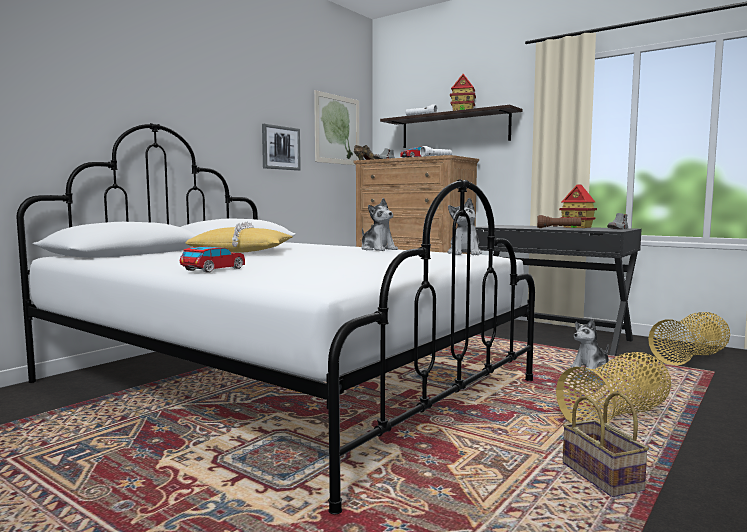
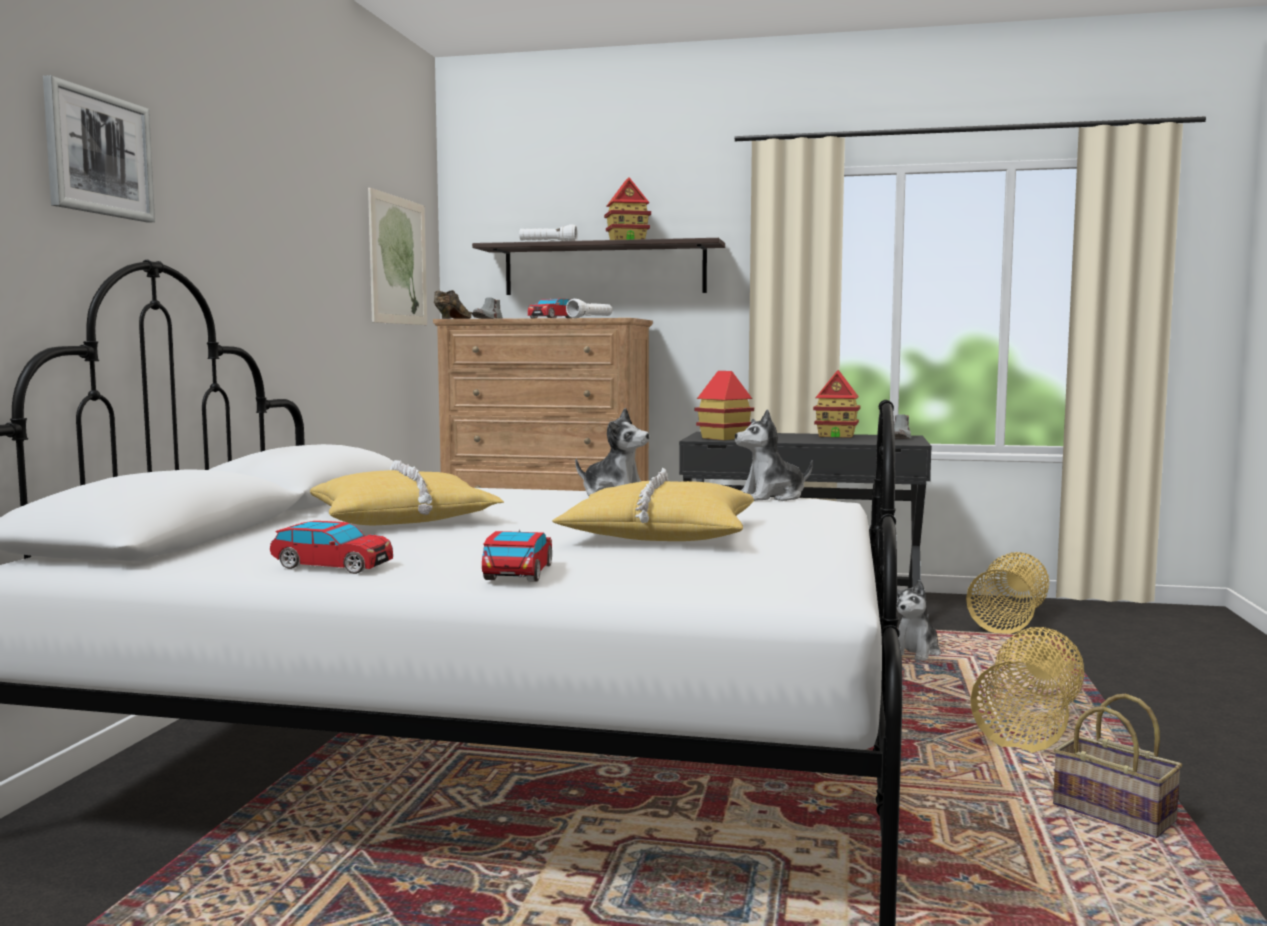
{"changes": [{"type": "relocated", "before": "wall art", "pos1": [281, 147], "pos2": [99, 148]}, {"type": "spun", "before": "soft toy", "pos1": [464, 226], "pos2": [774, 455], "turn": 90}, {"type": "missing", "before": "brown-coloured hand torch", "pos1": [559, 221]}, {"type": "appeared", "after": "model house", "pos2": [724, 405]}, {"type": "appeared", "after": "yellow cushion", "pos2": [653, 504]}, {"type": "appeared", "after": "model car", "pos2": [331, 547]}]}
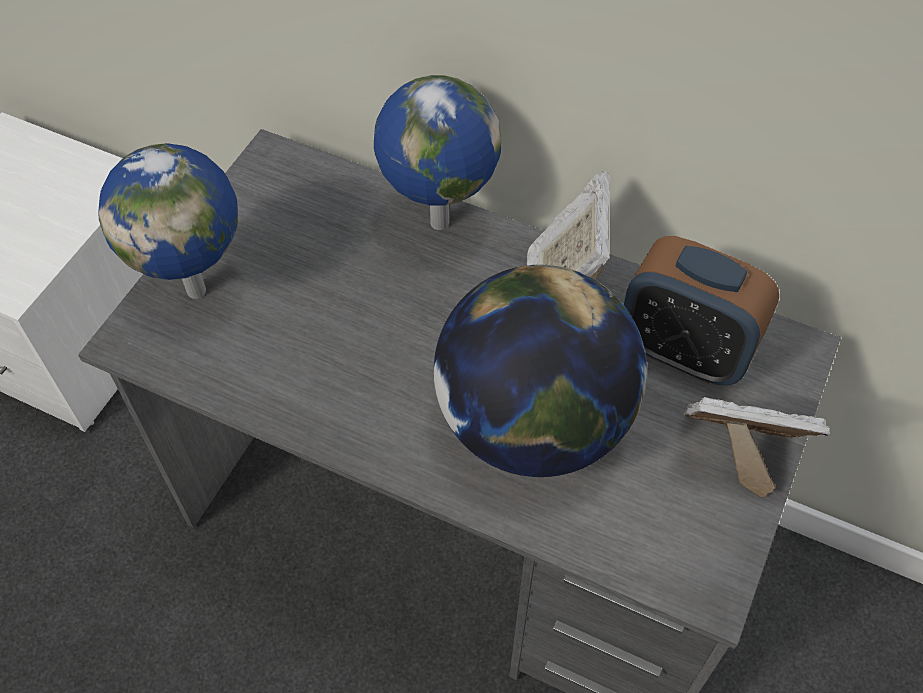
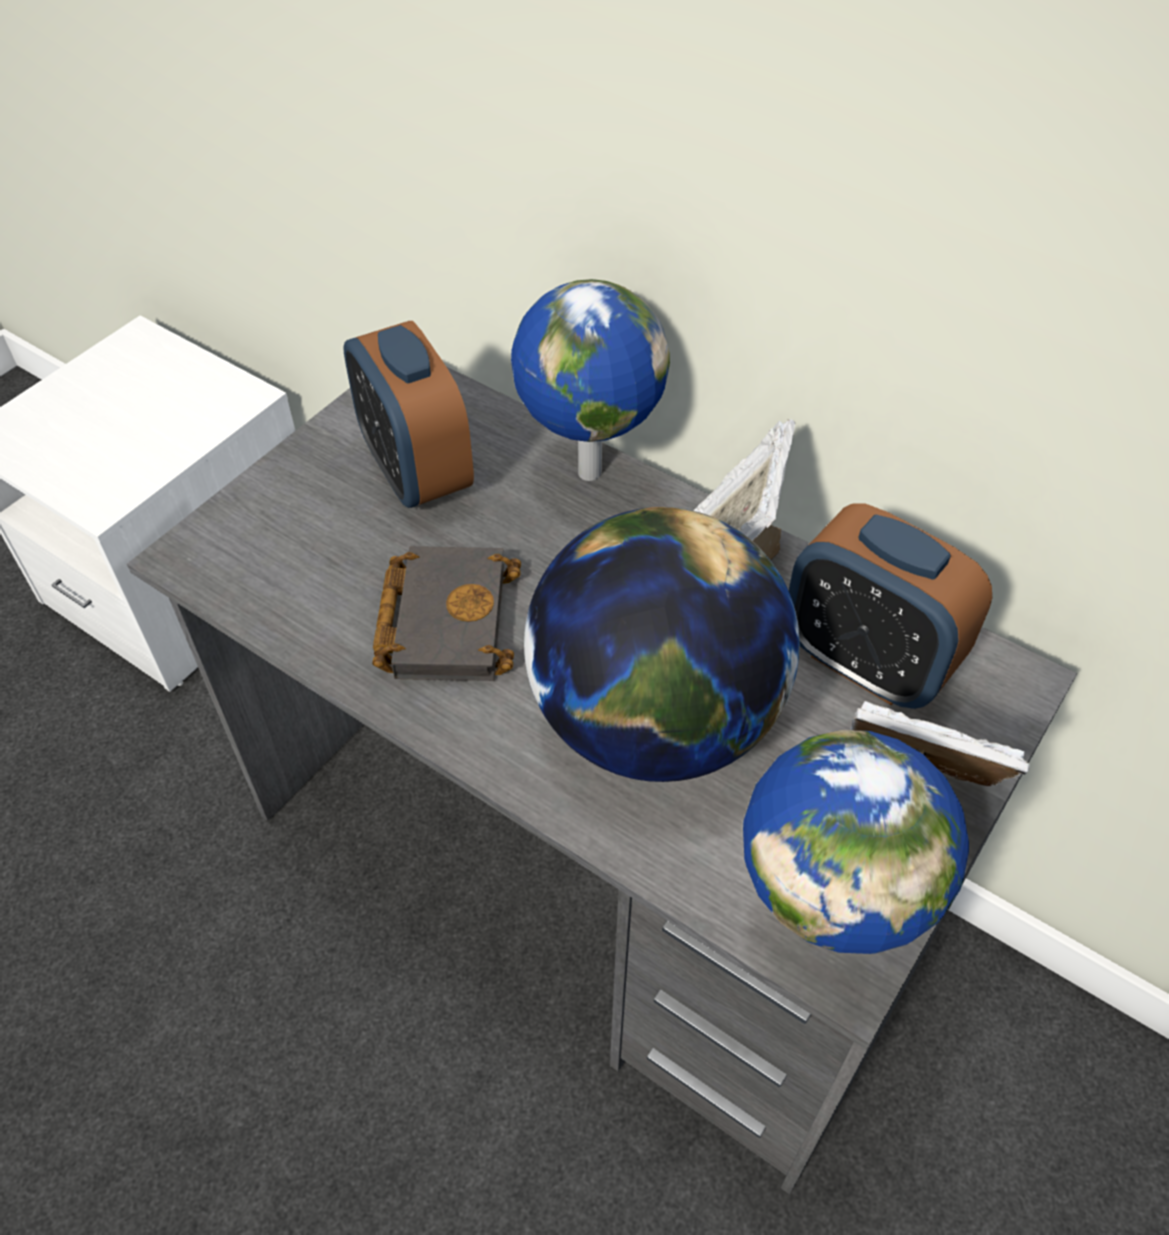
{"changes": [{"type": "relocated", "before": "desk globe", "pos1": [168, 221], "pos2": [856, 842]}, {"type": "appeared", "after": "alarm clock", "pos2": [408, 414]}, {"type": "appeared", "after": "black book", "pos2": [446, 613]}]}
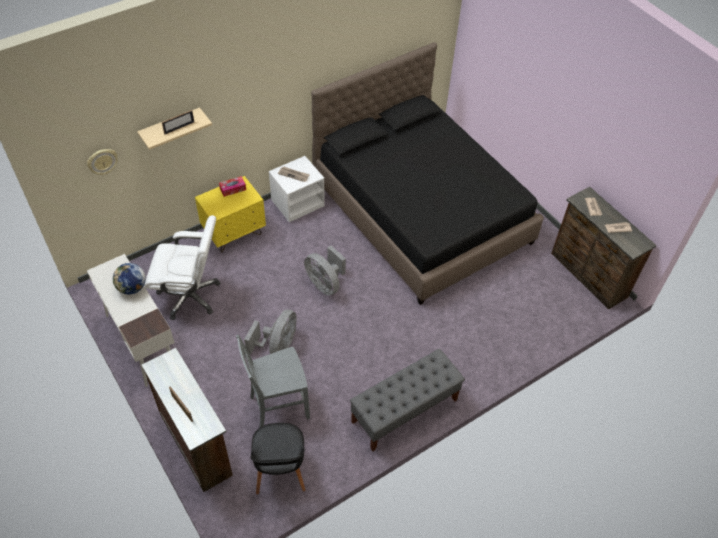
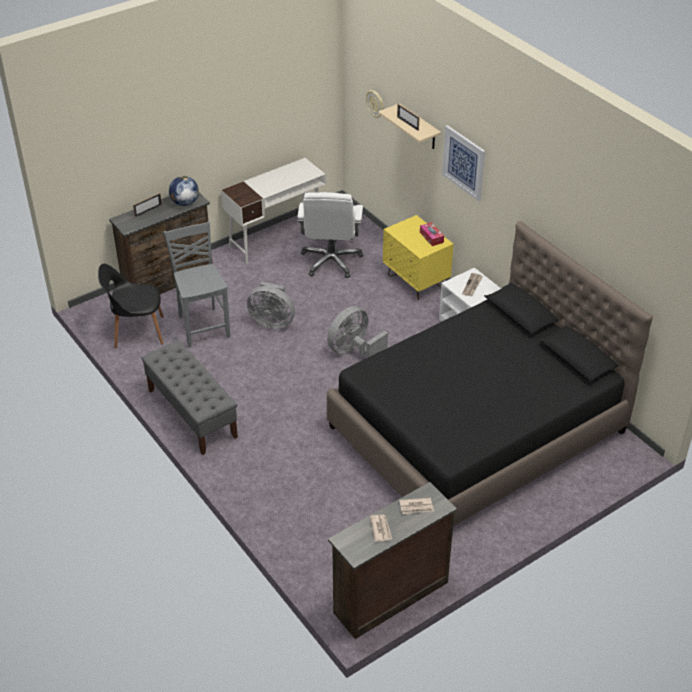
{"changes": [{"type": "relocated", "before": "desk globe", "pos1": [129, 278], "pos2": [184, 191]}, {"type": "appeared", "after": "wall art", "pos2": [463, 163]}]}
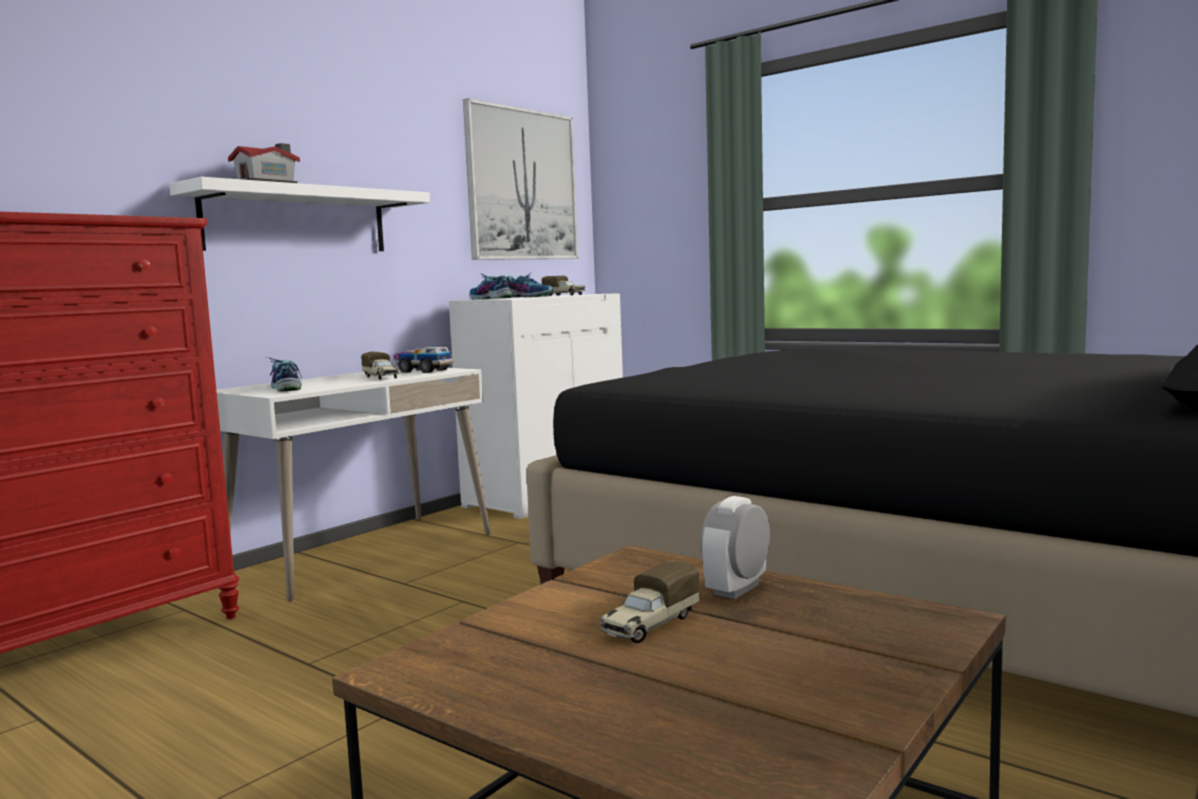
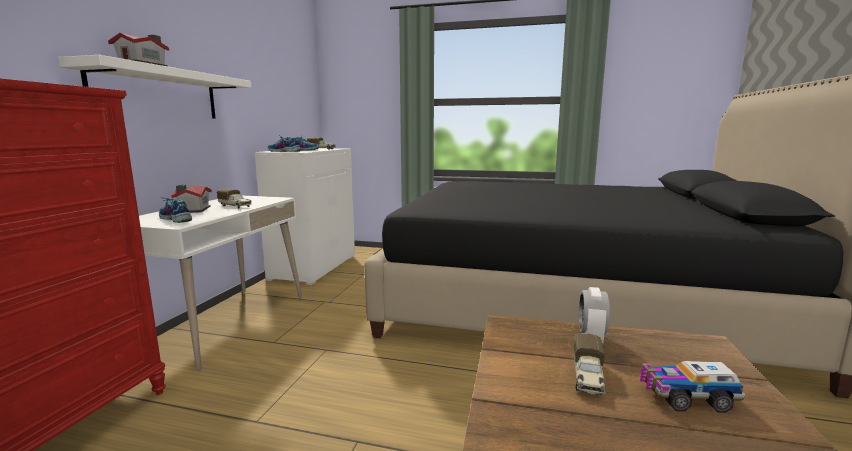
{"changes": [{"type": "missing", "before": "wall art", "pos1": [520, 179]}, {"type": "relocated", "before": "toy lorry", "pos1": [423, 360], "pos2": [692, 387]}, {"type": "appeared", "after": "model house", "pos2": [191, 199]}]}
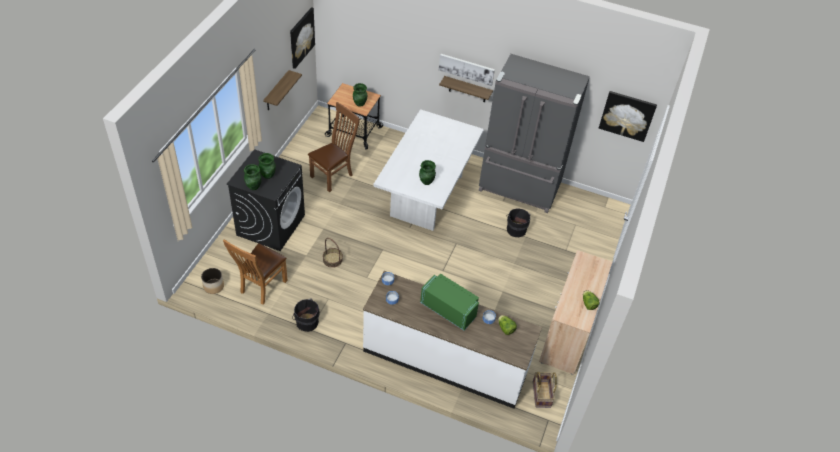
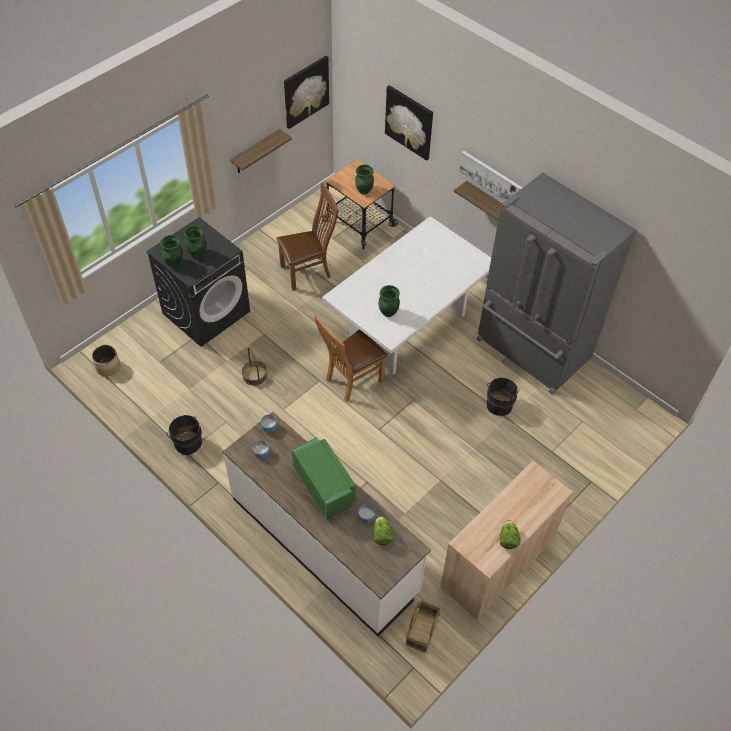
{"changes": [{"type": "relocated", "before": "wall art", "pos1": [628, 116], "pos2": [409, 123]}, {"type": "relocated", "before": "brown-coloured chair", "pos1": [255, 272], "pos2": [350, 358]}]}
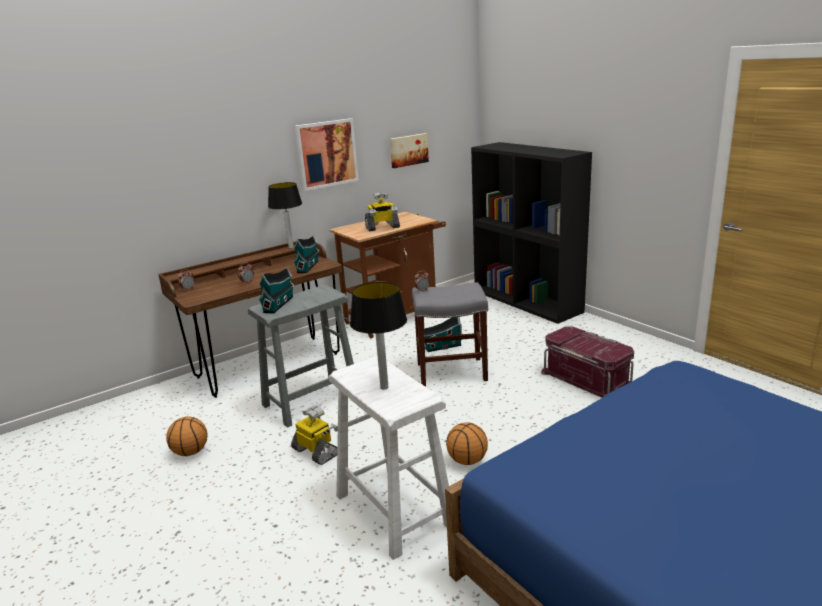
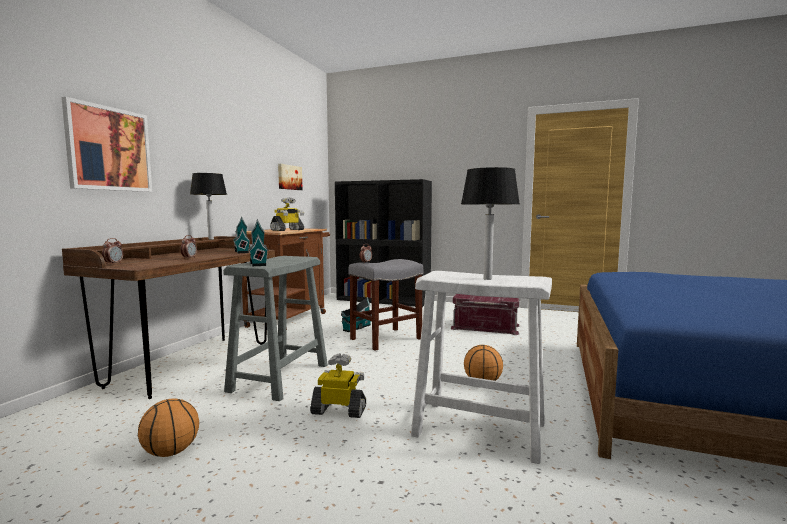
{"changes": [{"type": "relocated", "before": "wall art", "pos1": [327, 154], "pos2": [106, 144]}]}
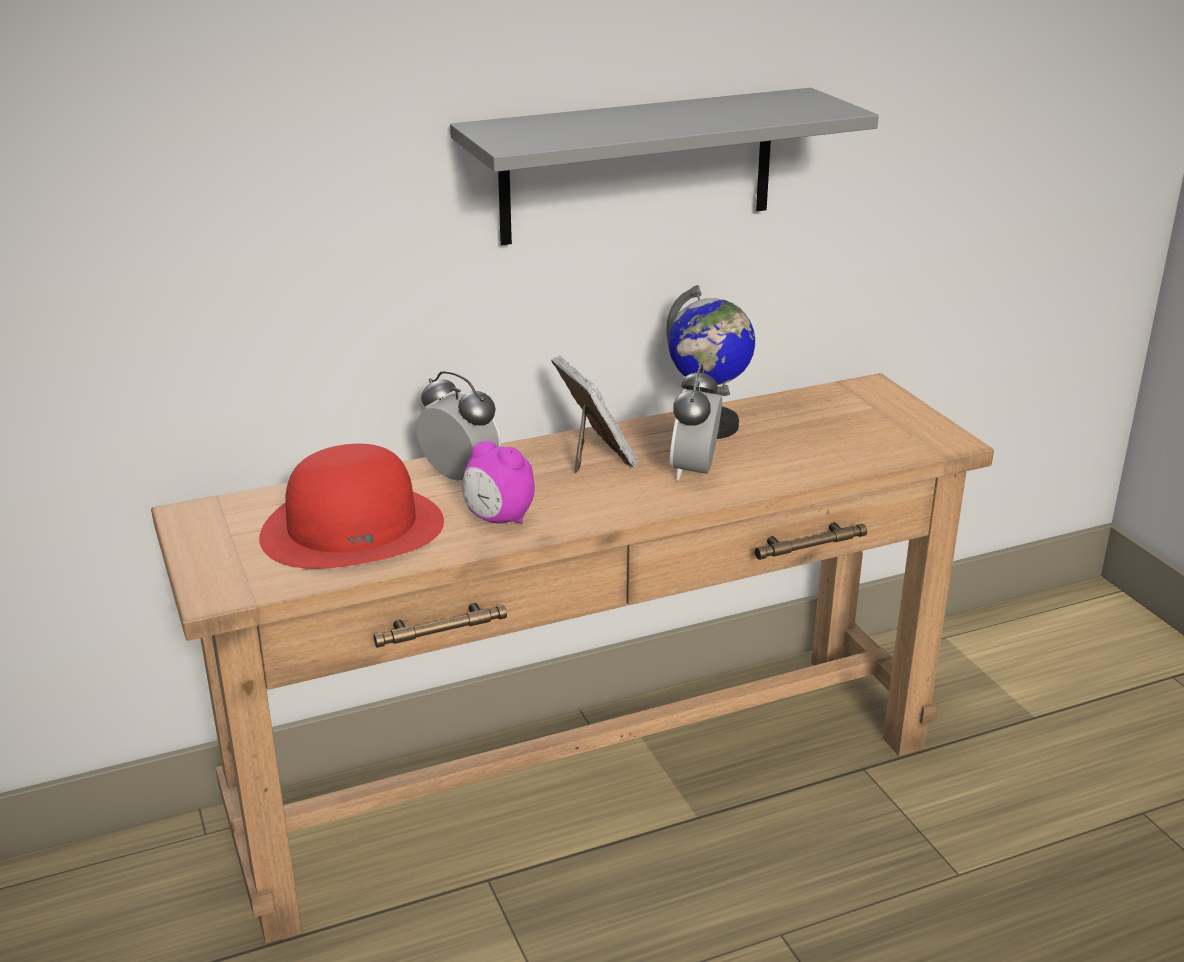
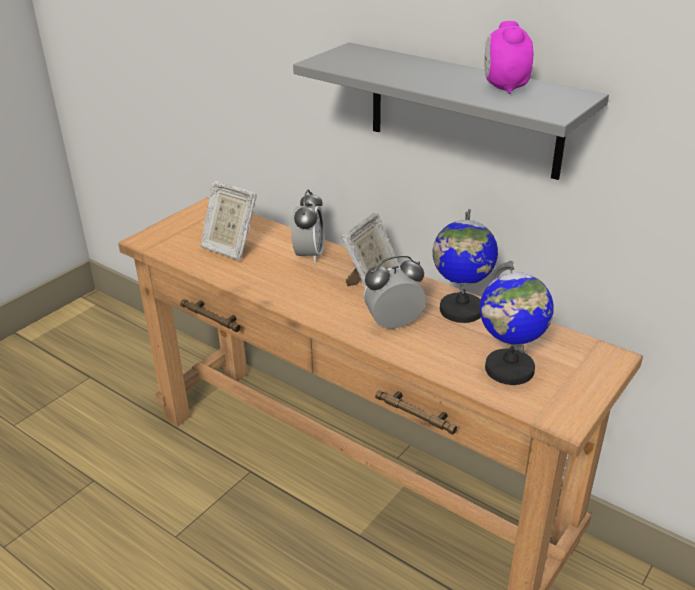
{"changes": [{"type": "relocated", "before": "alarm clock", "pos1": [498, 482], "pos2": [508, 57]}, {"type": "exchanged", "before": "red hat", "after": "standing frame", "pos1": [351, 506], "pos2": [229, 220]}, {"type": "appeared", "after": "desk globe", "pos2": [517, 323]}]}
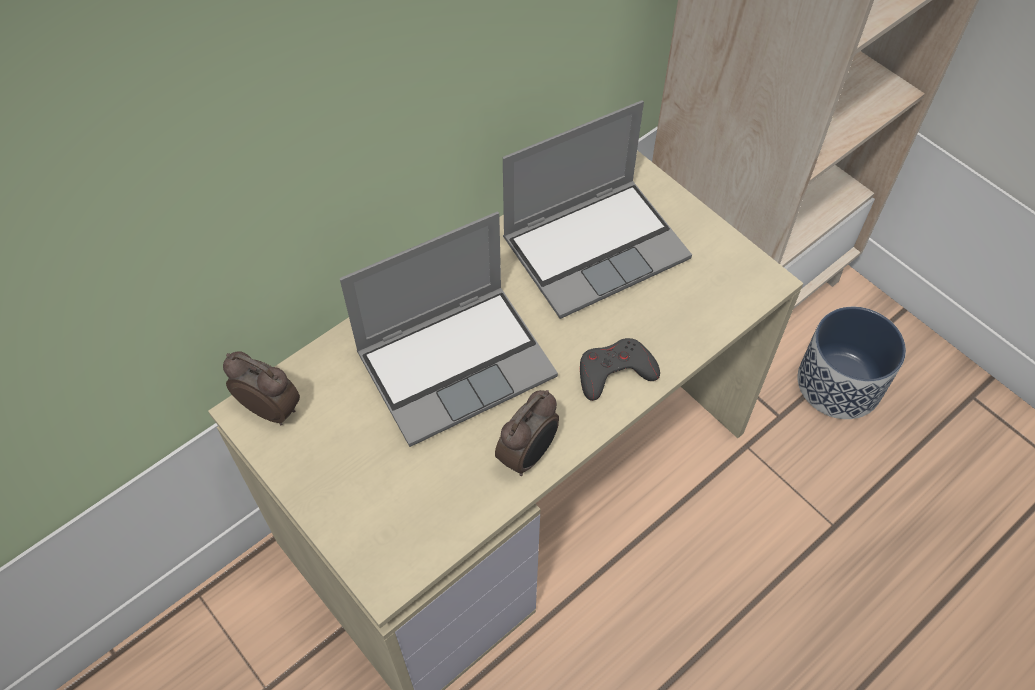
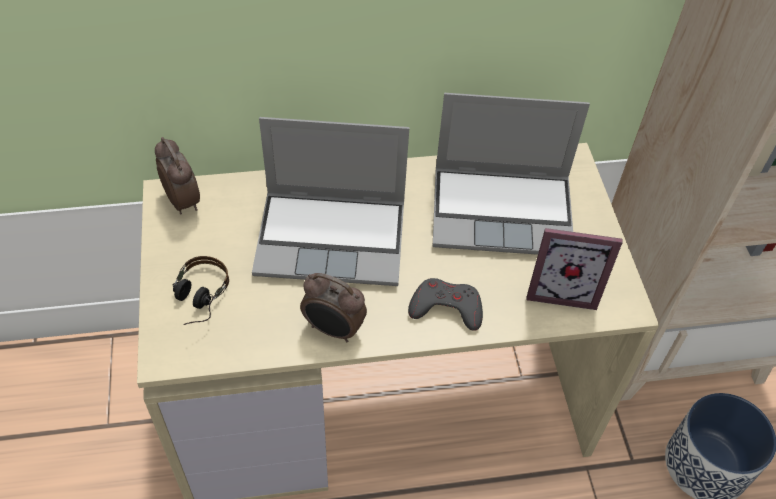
{"changes": [{"type": "spun", "before": "alarm clock", "pos1": [527, 433], "pos2": [333, 307], "turn": 45}, {"type": "appeared", "after": "standing frame", "pos2": [574, 269]}, {"type": "appeared", "after": "headphones", "pos2": [201, 290]}]}
